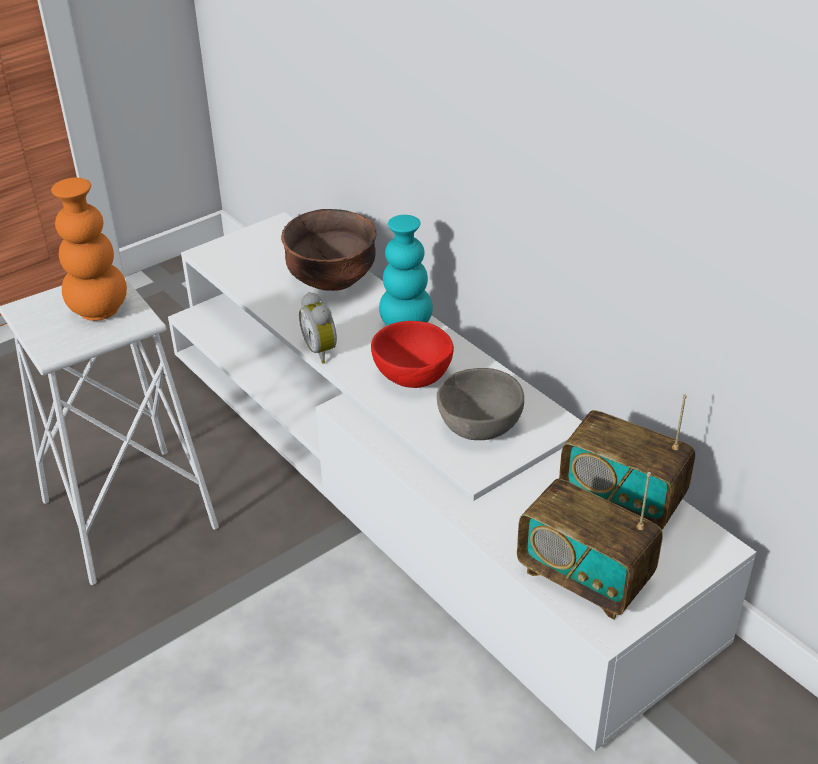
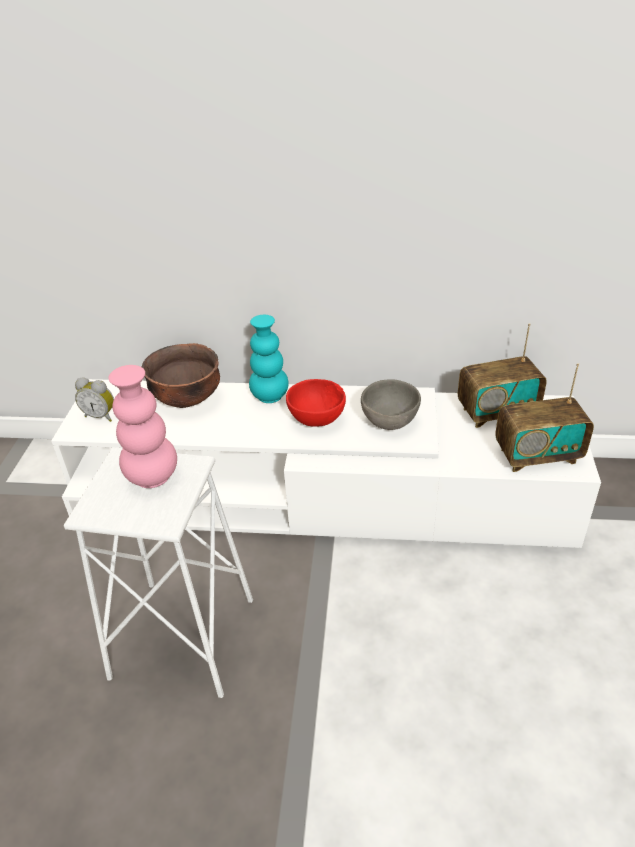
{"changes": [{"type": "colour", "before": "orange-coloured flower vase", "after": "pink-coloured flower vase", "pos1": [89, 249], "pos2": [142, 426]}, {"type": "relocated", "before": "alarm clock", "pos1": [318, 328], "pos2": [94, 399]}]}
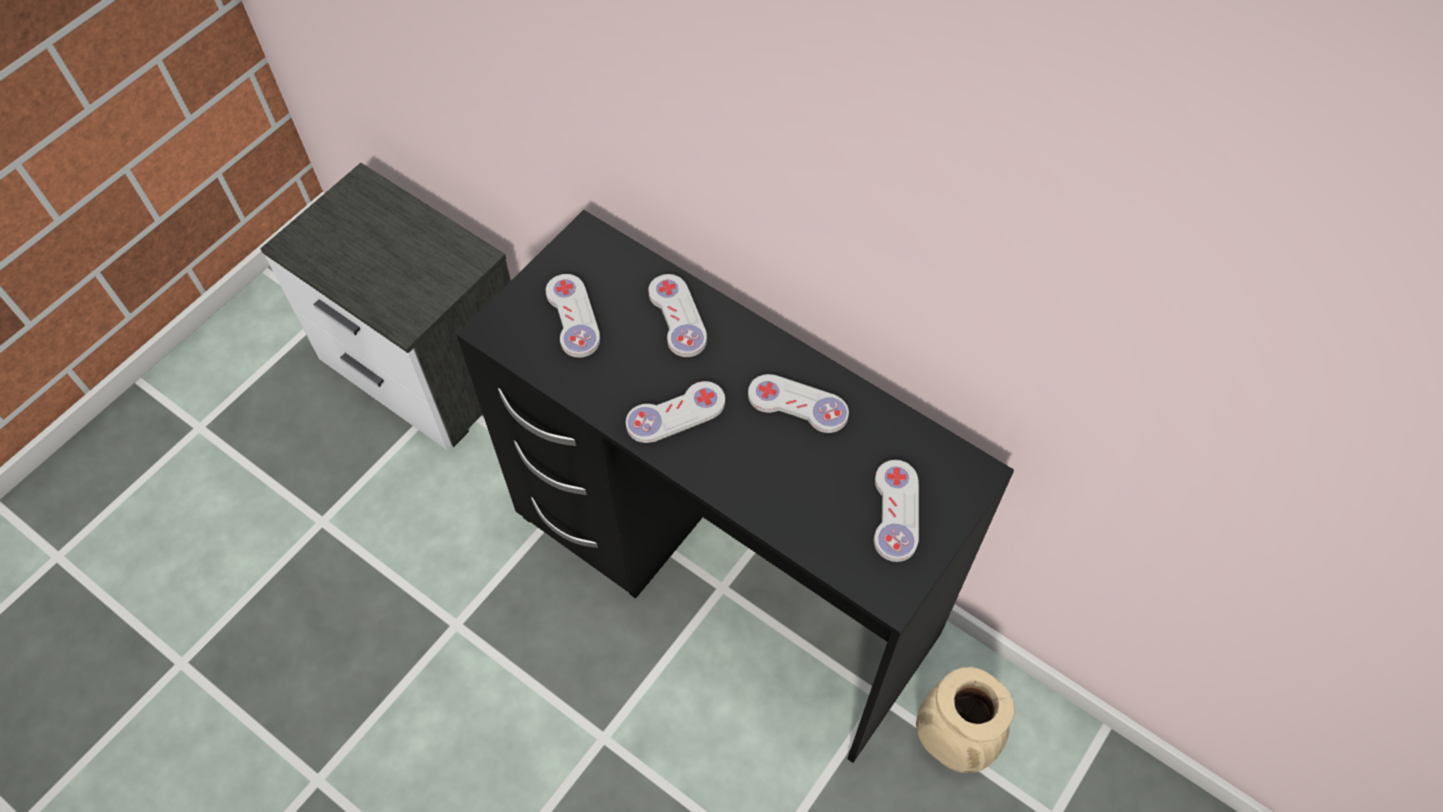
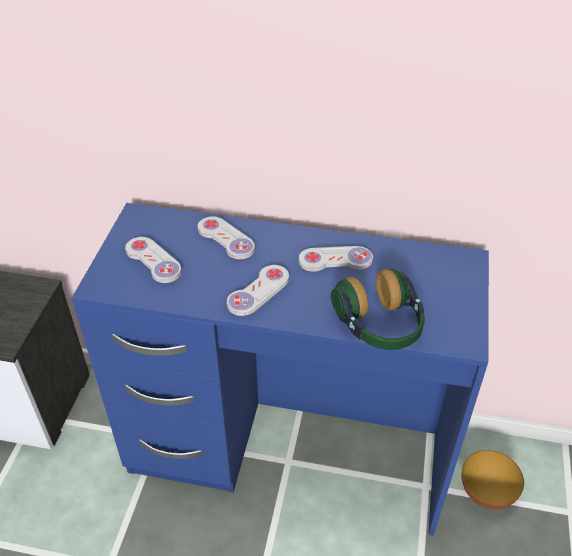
{"changes": [{"type": "colour", "before": "black desk unit", "after": "blue-coloured desk unit", "pos1": [735, 486], "pos2": [280, 369]}, {"type": "missing", "before": "white-coloured gamepad", "pos1": [896, 511]}, {"type": "exchanged", "before": "sand-coloured flower vase", "after": "bowl", "pos1": [965, 720], "pos2": [493, 479]}, {"type": "appeared", "after": "headphones", "pos2": [378, 309]}]}
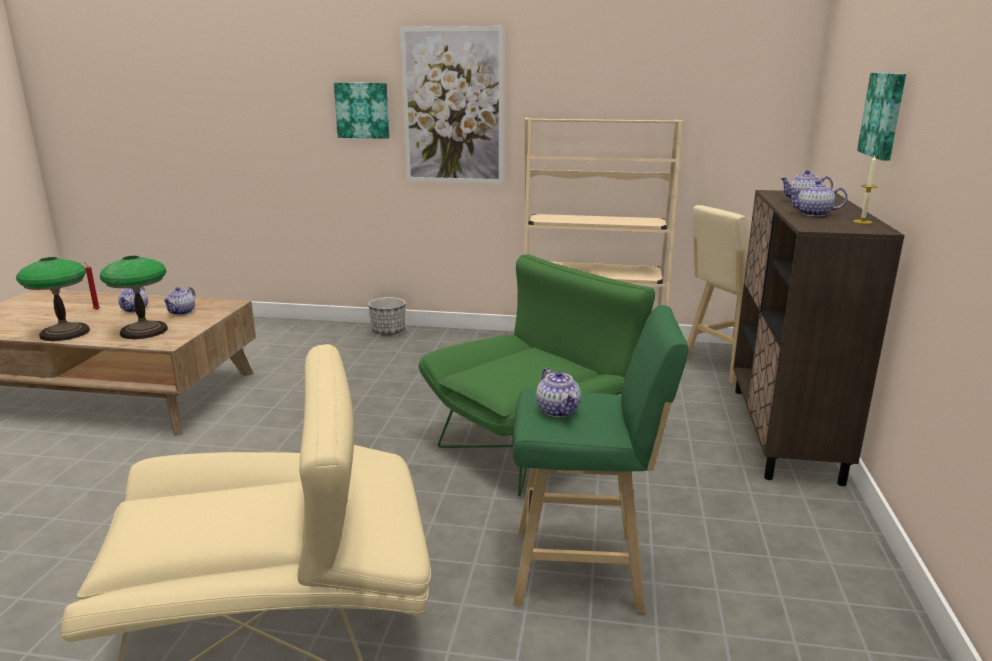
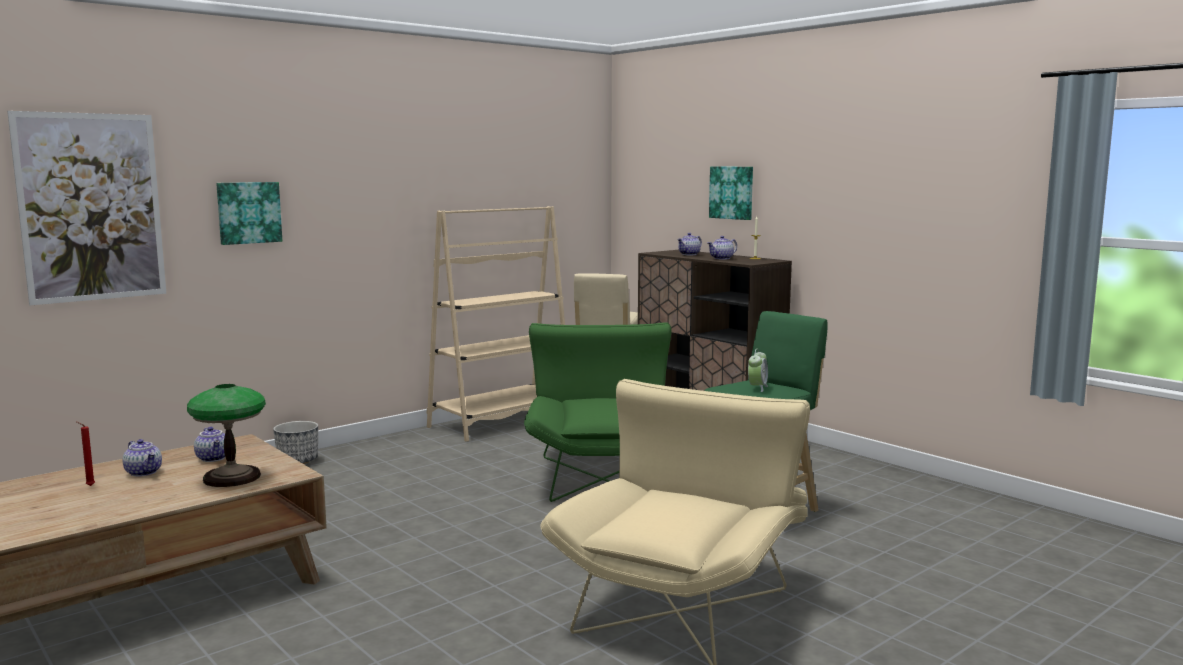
{"changes": [{"type": "relocated", "before": "wall art", "pos1": [452, 105], "pos2": [86, 208]}, {"type": "missing", "before": "lamp for a table", "pos1": [53, 299]}, {"type": "exchanged", "before": "pot for tea", "after": "alarm clock", "pos1": [558, 392], "pos2": [758, 370]}]}
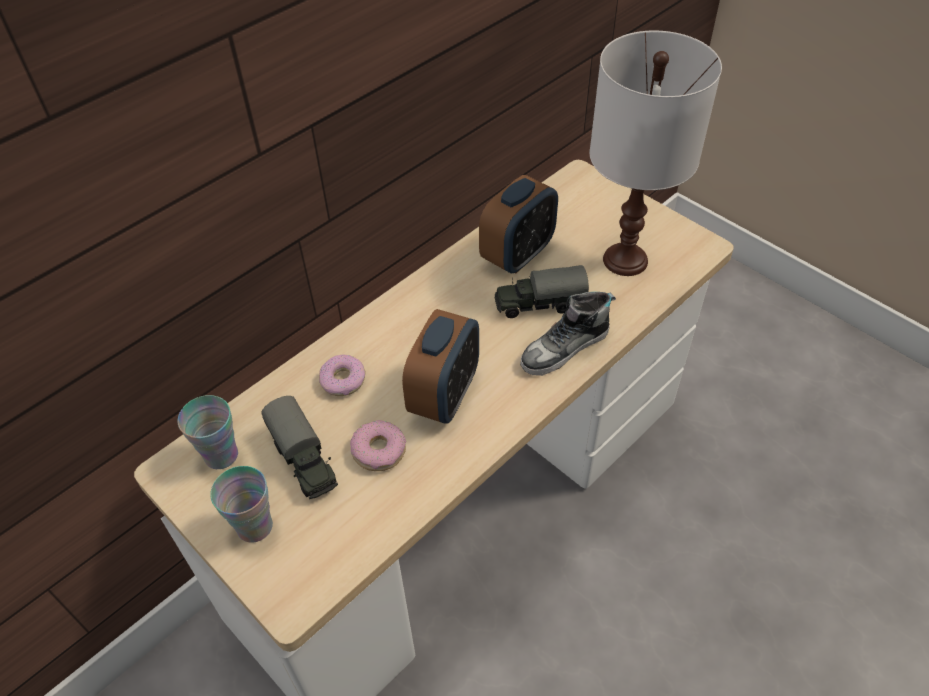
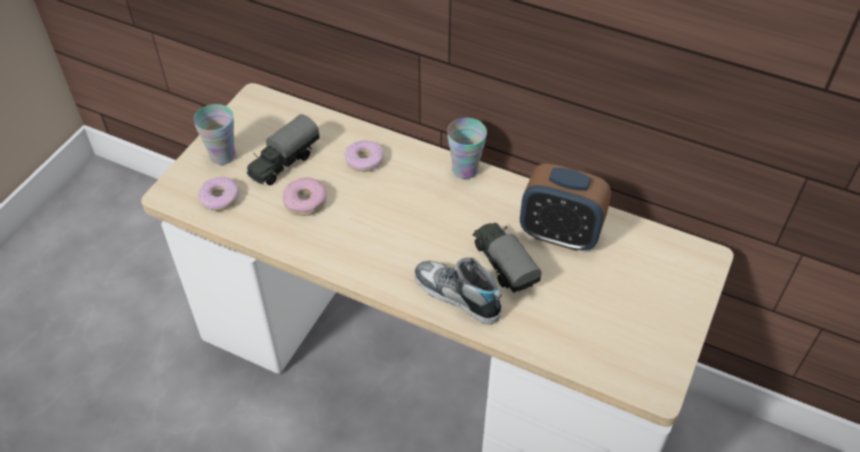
{"changes": [{"type": "missing", "before": "white-coloured lamp for a table", "pos1": [655, 153]}, {"type": "missing", "before": "alarm clock", "pos1": [440, 366]}, {"type": "relocated", "before": "drinking cup", "pos1": [208, 432], "pos2": [467, 148]}, {"type": "appeared", "after": "doughnut", "pos2": [218, 194]}]}
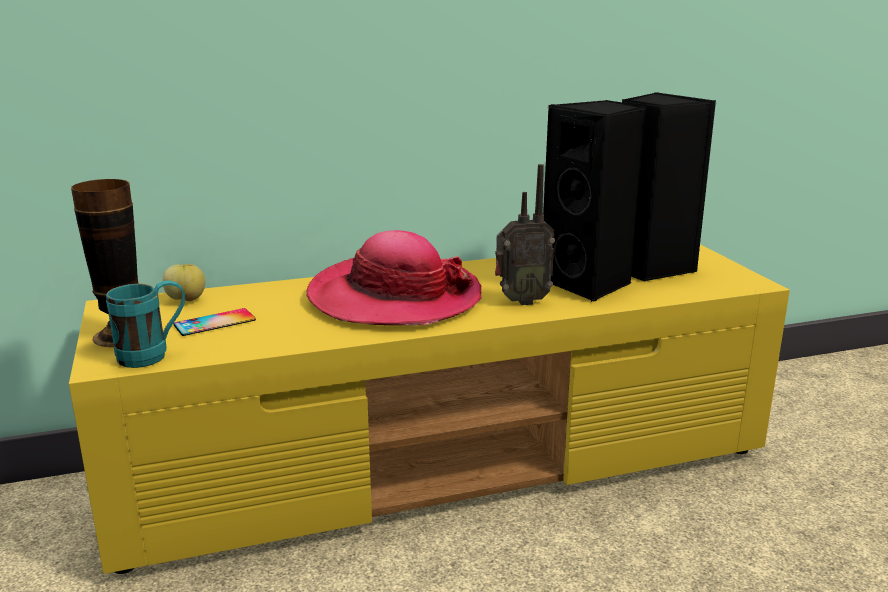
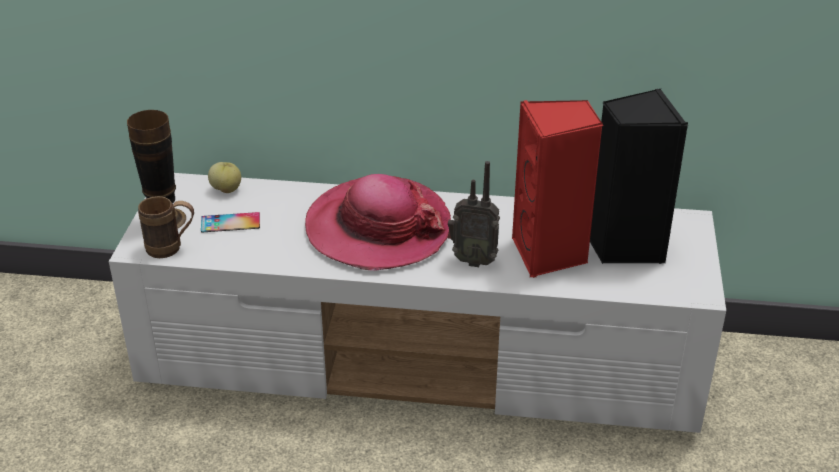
{"changes": [{"type": "colour", "before": "black speaker", "after": "red speaker", "pos1": [594, 201], "pos2": [558, 189]}, {"type": "colour", "before": "yellow media console", "after": "white-coloured media console", "pos1": [429, 409], "pos2": [417, 303]}, {"type": "colour", "before": "turquoise-coloured coffee mug", "after": "brown-coloured coffee mug", "pos1": [145, 324], "pos2": [166, 227]}]}
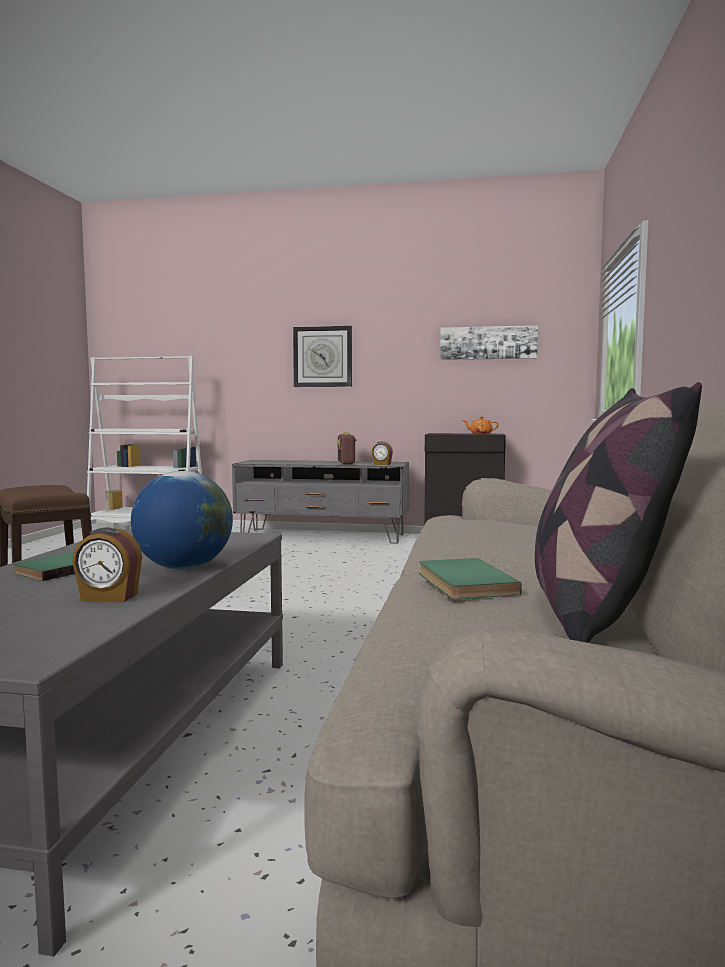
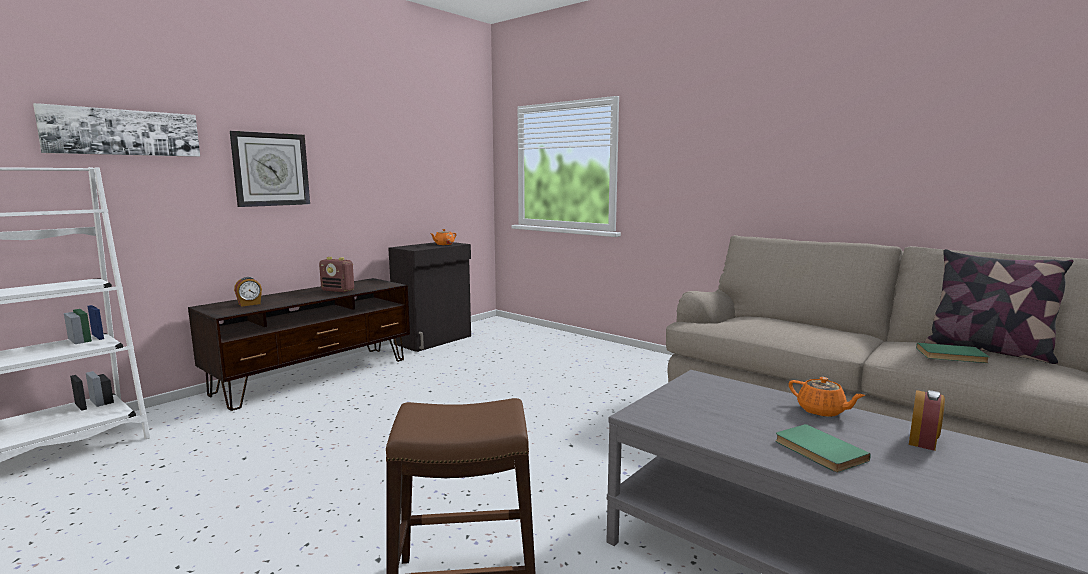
{"changes": [{"type": "relocated", "before": "wall art", "pos1": [489, 342], "pos2": [116, 130]}, {"type": "relocated", "before": "alarm clock", "pos1": [382, 453], "pos2": [248, 292]}, {"type": "colour", "before": "greyish media console", "after": "brown-coloured media console", "pos1": [320, 502], "pos2": [299, 344]}, {"type": "exchanged", "before": "desk globe", "after": "orange-coloured pot for tea", "pos1": [182, 520], "pos2": [827, 397]}]}
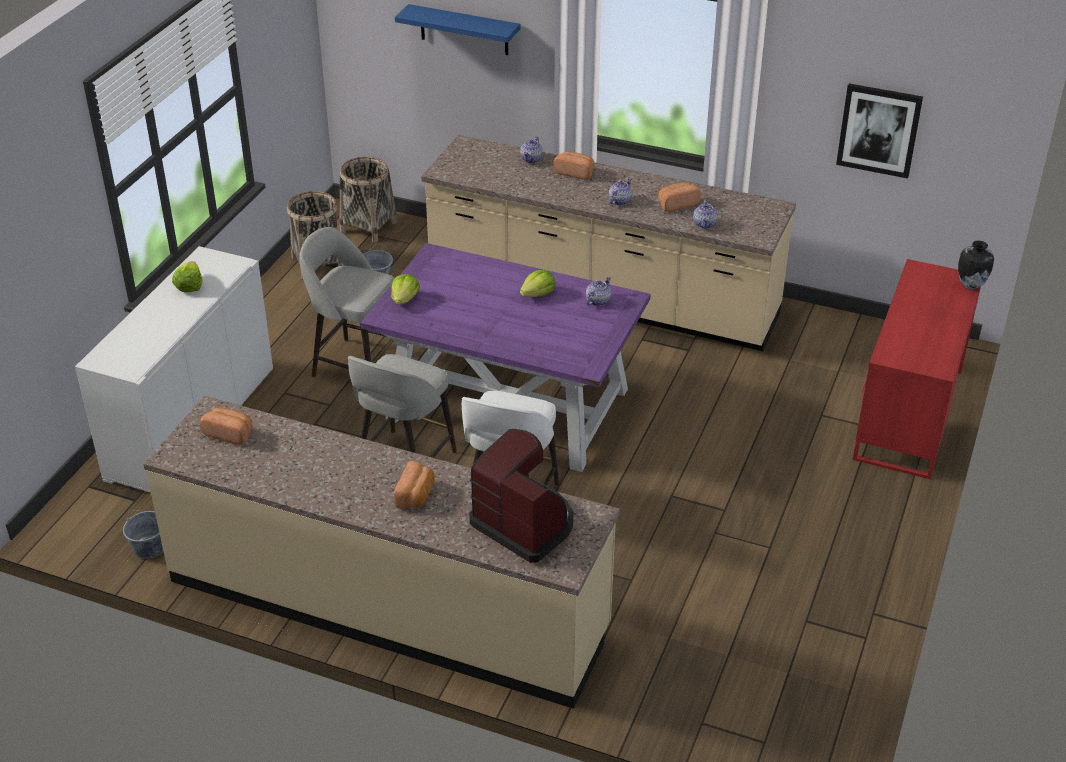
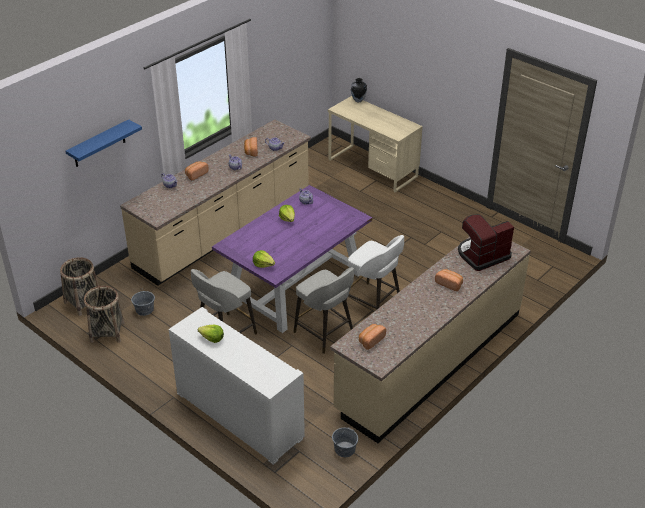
{"changes": [{"type": "missing", "before": "wall art", "pos1": [879, 131]}, {"type": "colour", "before": "red desk unit", "after": "sand-coloured desk unit", "pos1": [916, 369], "pos2": [375, 144]}]}
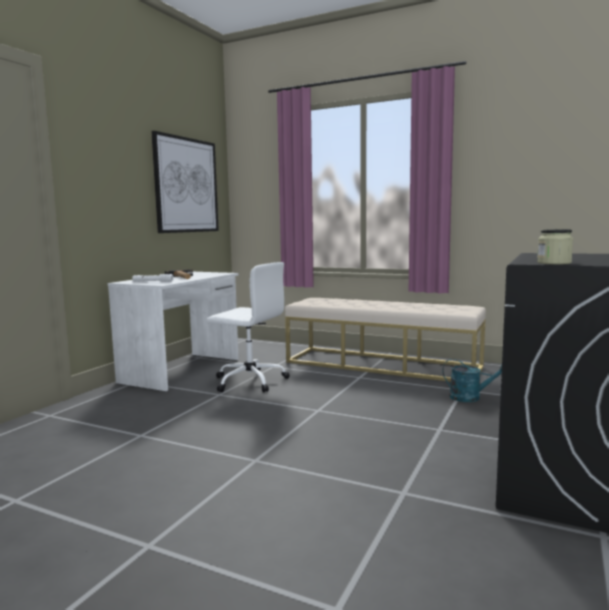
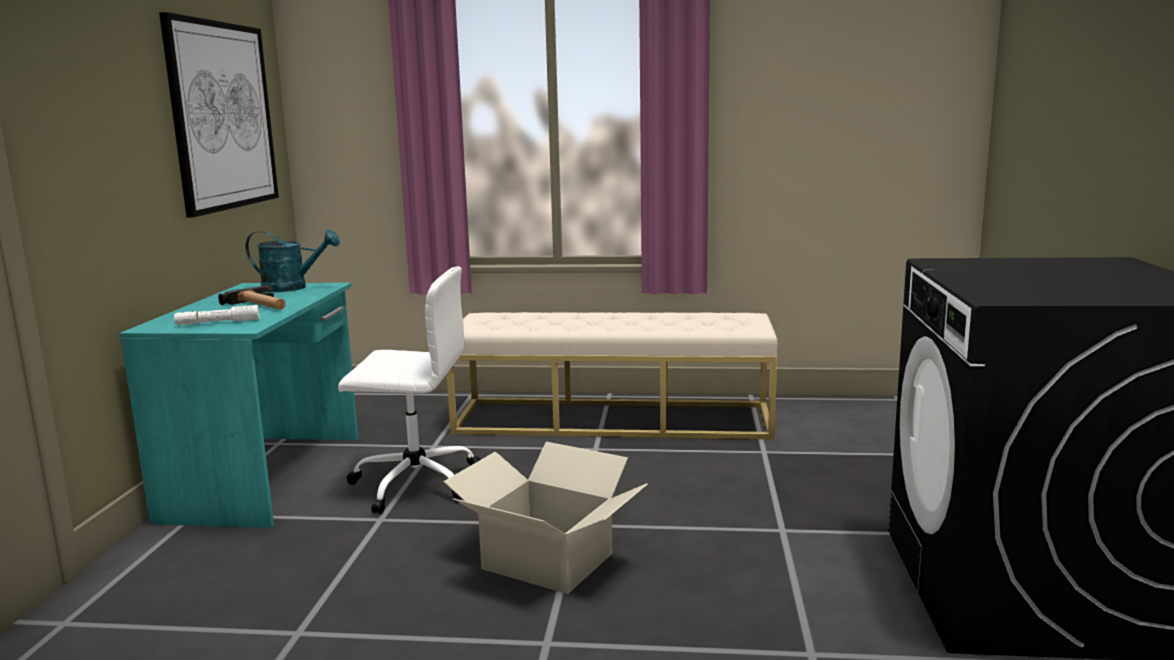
{"changes": [{"type": "missing", "before": "preserve jar", "pos1": [555, 246]}, {"type": "colour", "before": "white-coloured desk unit", "after": "turquoise-coloured desk unit", "pos1": [173, 331], "pos2": [238, 405]}, {"type": "relocated", "before": "turquoise-coloured watering can", "pos1": [472, 380], "pos2": [292, 260]}, {"type": "appeared", "after": "packing box", "pos2": [545, 518]}]}
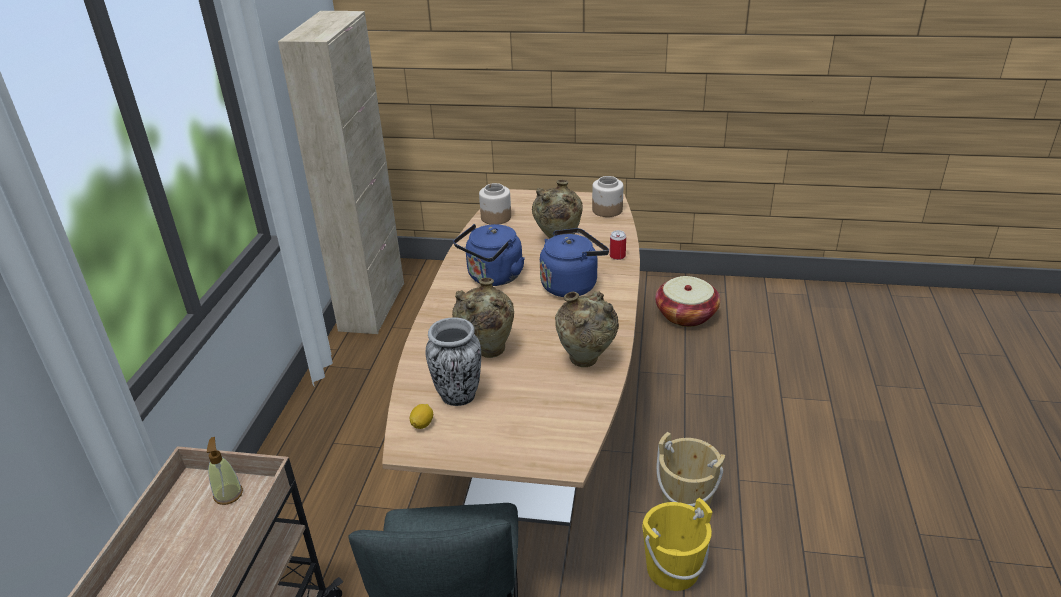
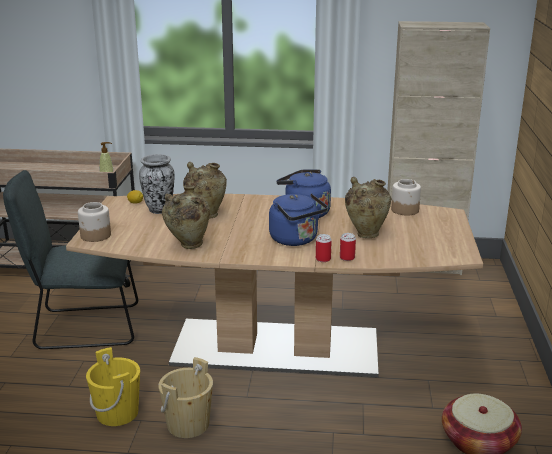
{"changes": [{"type": "relocated", "before": "preserve jar", "pos1": [607, 196], "pos2": [94, 222]}, {"type": "appeared", "after": "can", "pos2": [324, 248]}]}
